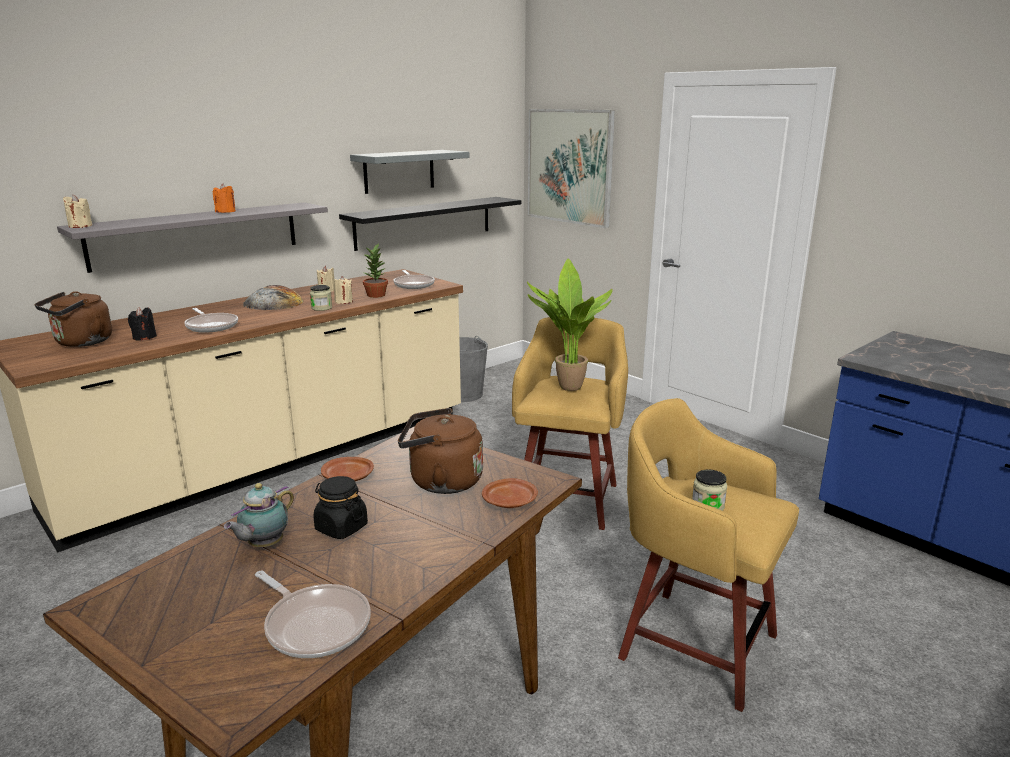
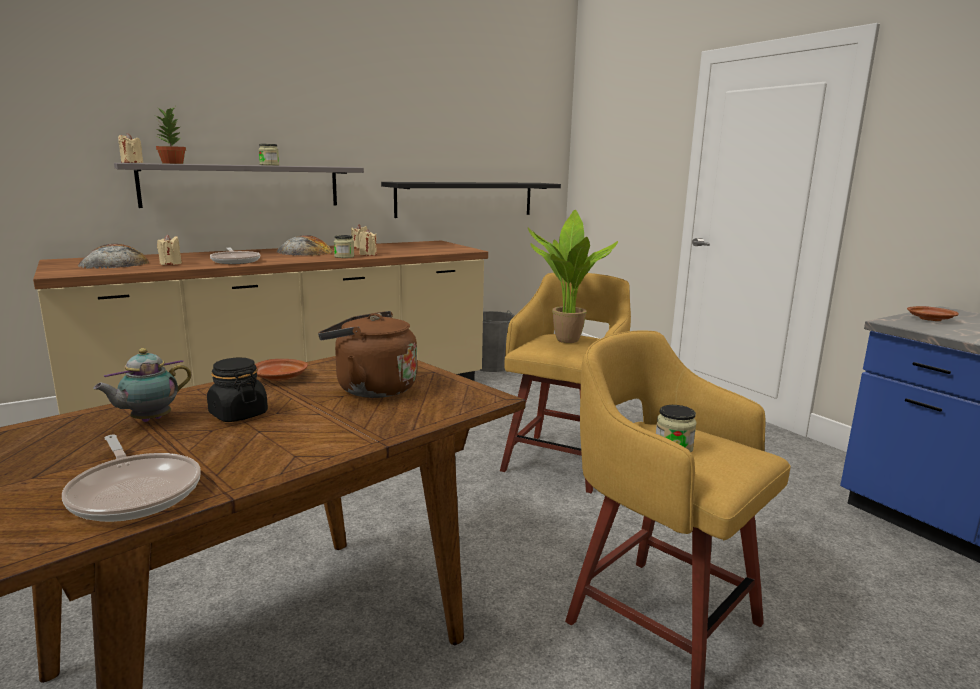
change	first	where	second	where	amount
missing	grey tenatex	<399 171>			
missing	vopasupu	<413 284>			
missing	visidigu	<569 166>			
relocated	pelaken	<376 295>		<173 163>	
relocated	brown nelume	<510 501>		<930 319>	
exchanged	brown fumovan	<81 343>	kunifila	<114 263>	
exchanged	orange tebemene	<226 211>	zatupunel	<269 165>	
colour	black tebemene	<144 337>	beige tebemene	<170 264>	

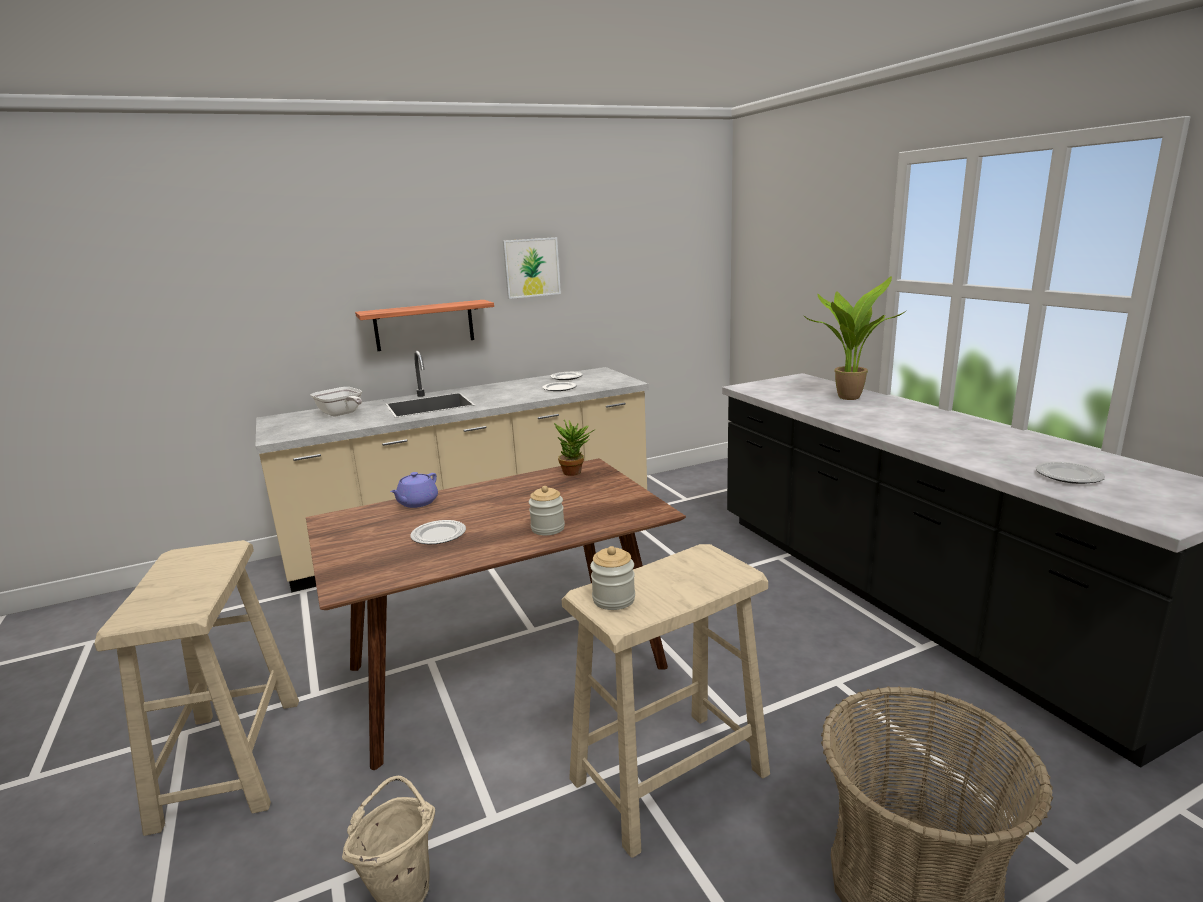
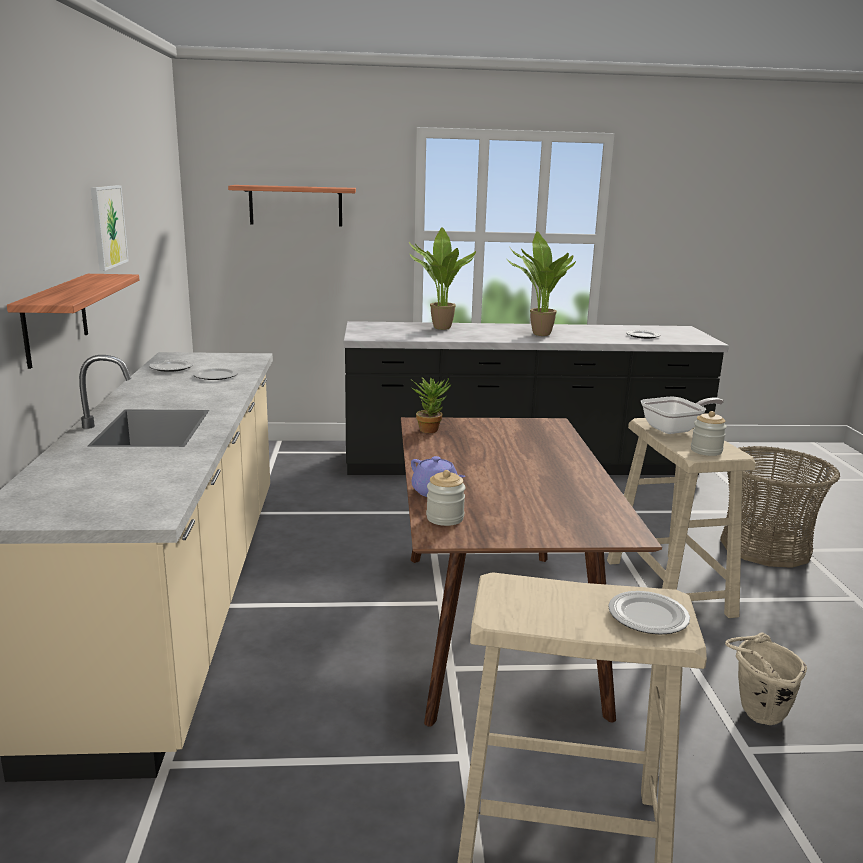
change	first	where	second	where	amount
appeared			tenatex	<295 205>	
appeared			pelaken	<538 334>	
relocated	vopasupu	<341 414>		<675 429>	
relocated	nelume	<438 535>		<647 617>	
relocated	zatupunel	<548 528>		<445 518>	

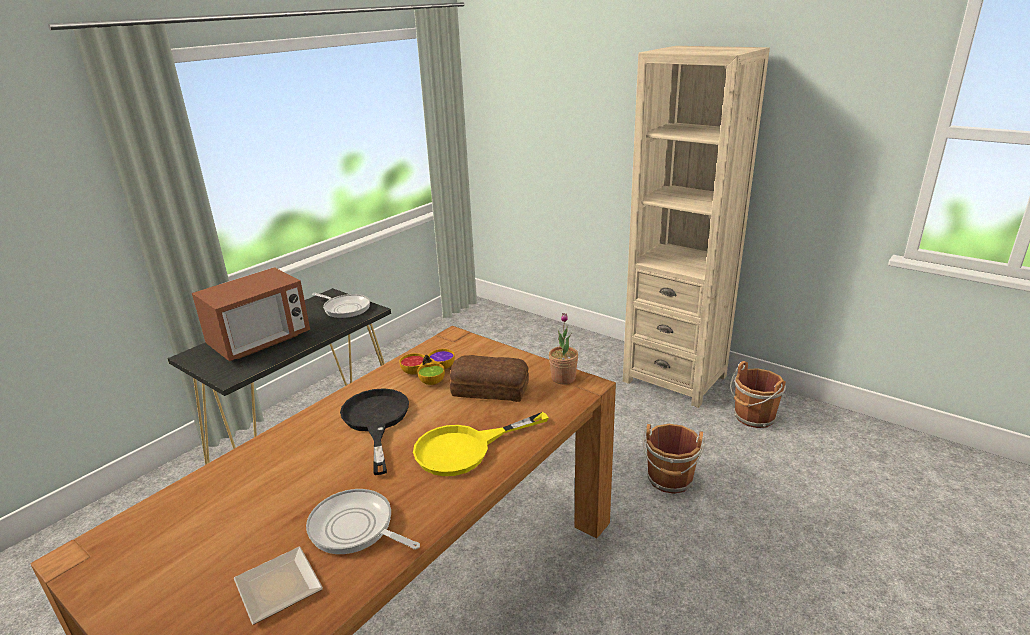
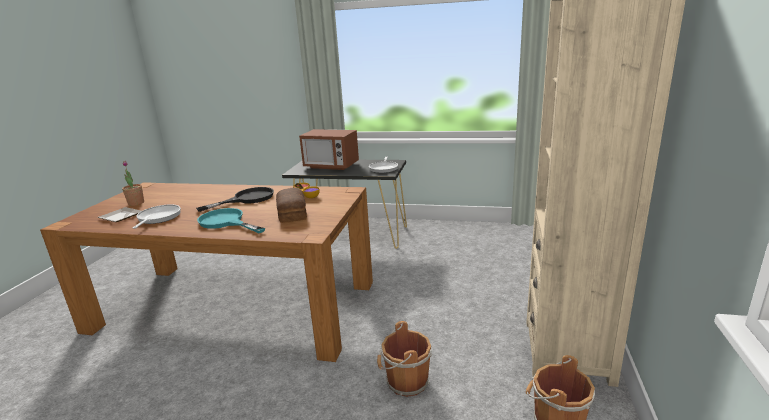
change	first	where	second	where	amount
relocated	pelaken	<563 378>		<136 203>	
colour	yellow vopasupu	<465 449>	turquoise vopasupu	<226 222>	

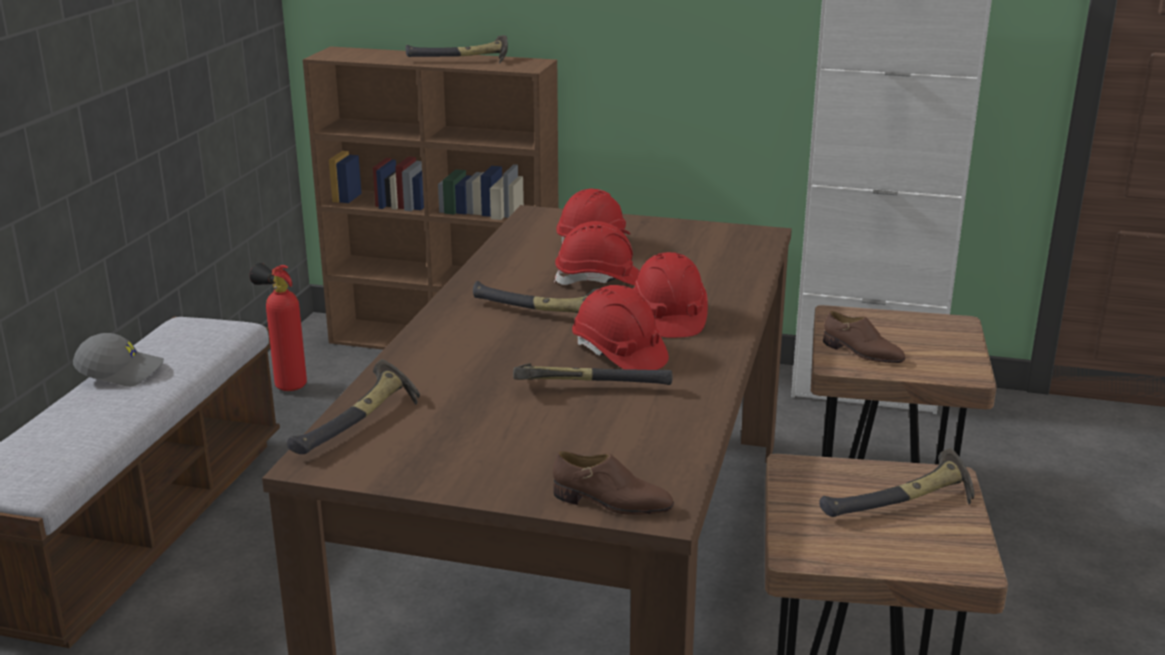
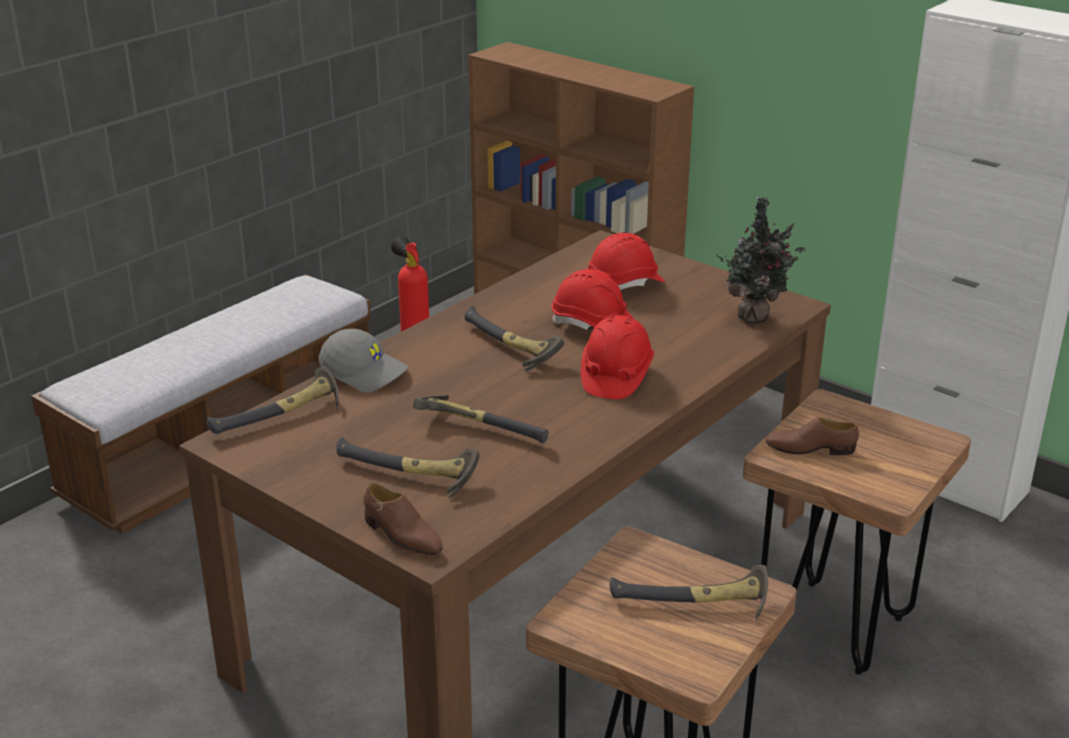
change	first	where	second	where	amount
missing	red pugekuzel	<618 354>			
appeared			pelaken	<755 316>	
relocated	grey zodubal	<121 371>		<365 372>	
relocated	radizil	<461 61>		<408 476>	
spun	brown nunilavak	<862 353>		<810 449>	120 degrees clockwise

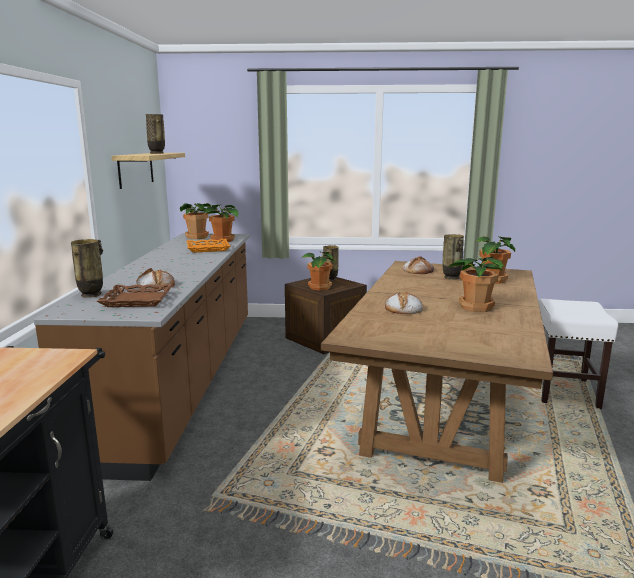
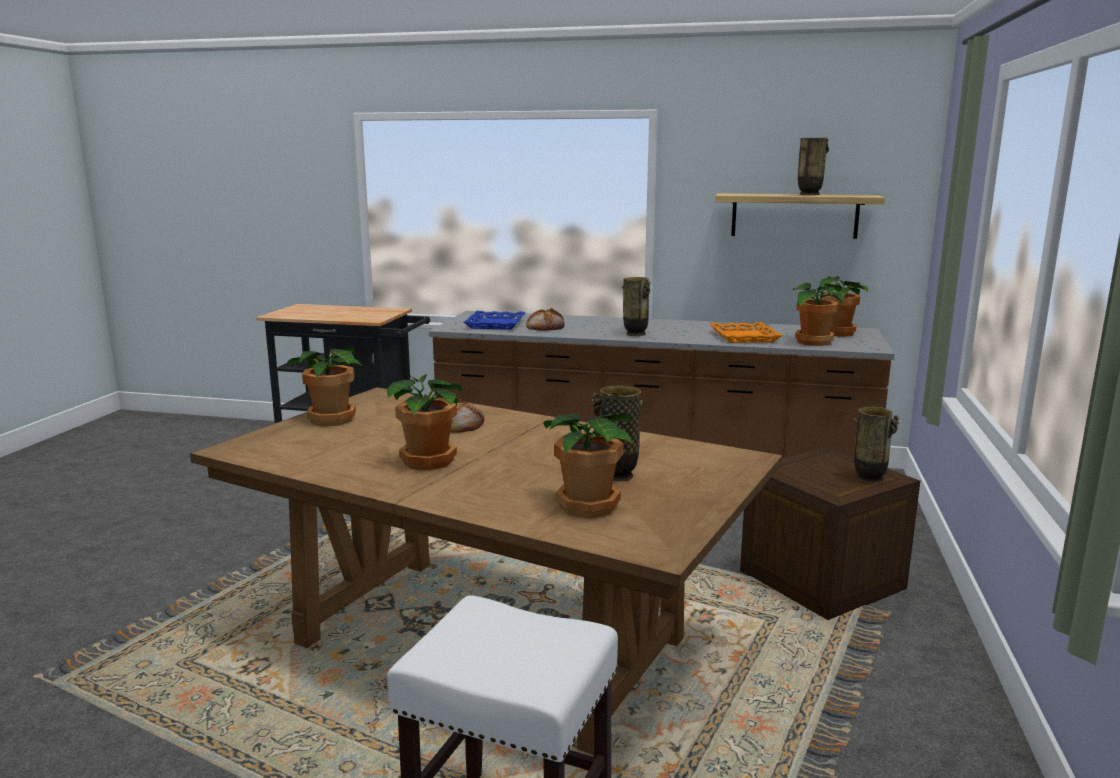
change	first	where	second	where	amount
missing	kunifila	<418 270>			
relocated	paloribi	<91 295>		<635 334>	
relocated	pelaken	<319 288>		<331 419>	
colour	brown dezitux	<138 300>	blue dezitux	<496 324>	

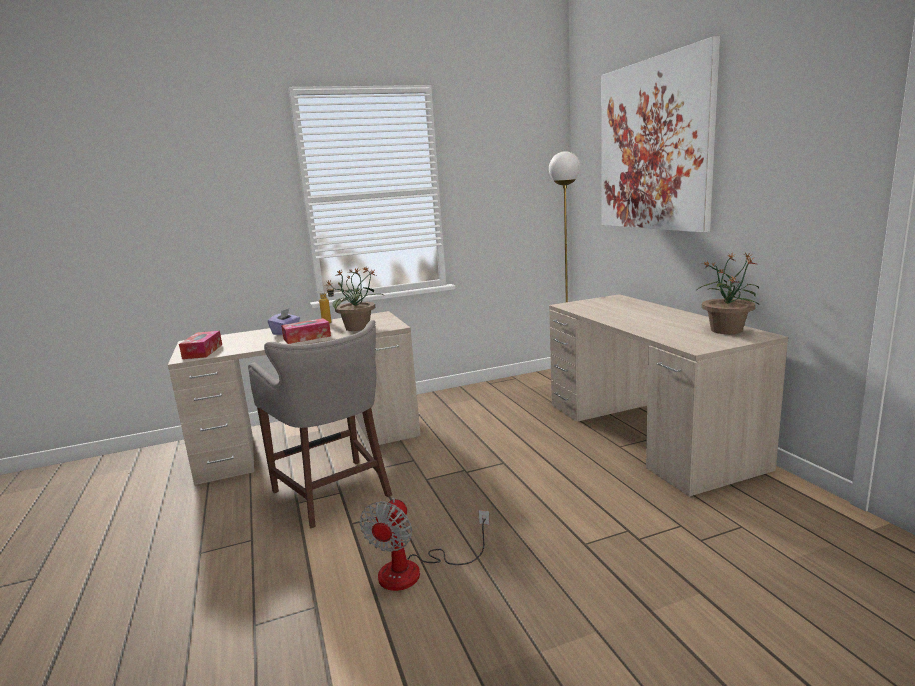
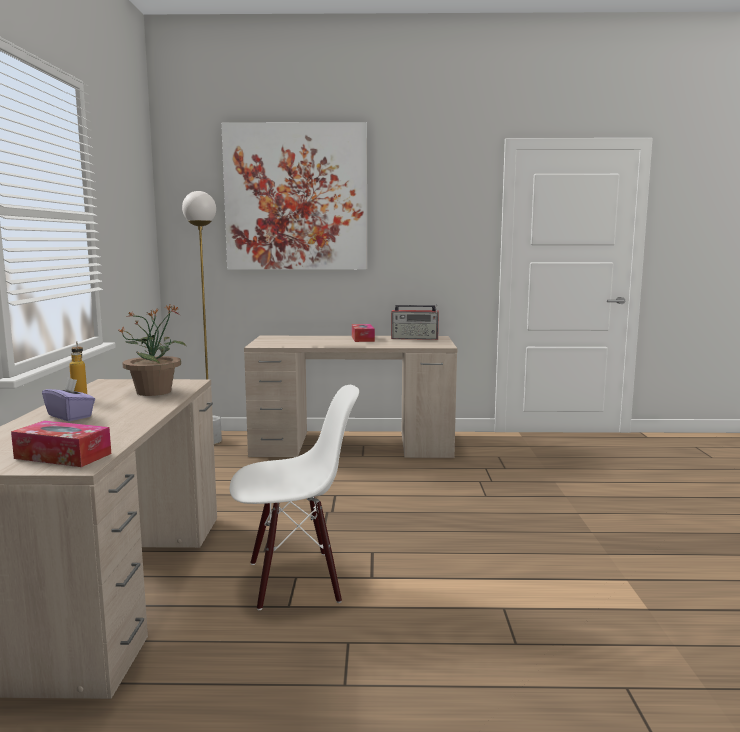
change	first	where	second	where	amount
missing	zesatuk	<415 571>			
relocated	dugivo	<307 337>		<362 339>	
exchanged	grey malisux	<335 494>	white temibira	<295 580>	
exchanged	pelaken	<726 330>	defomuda	<415 338>	

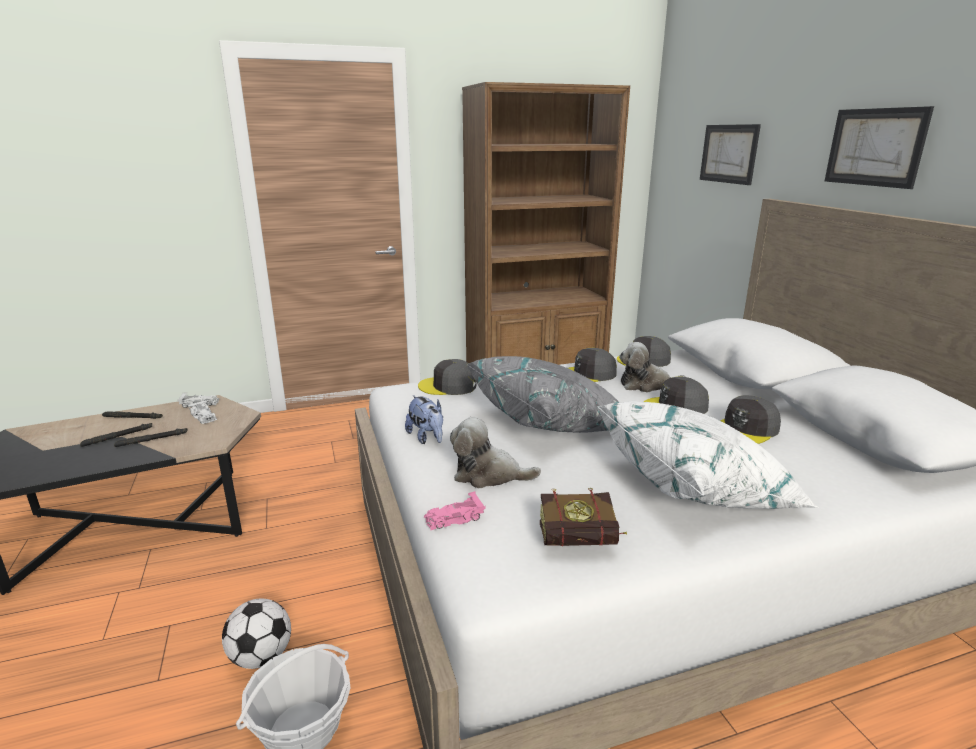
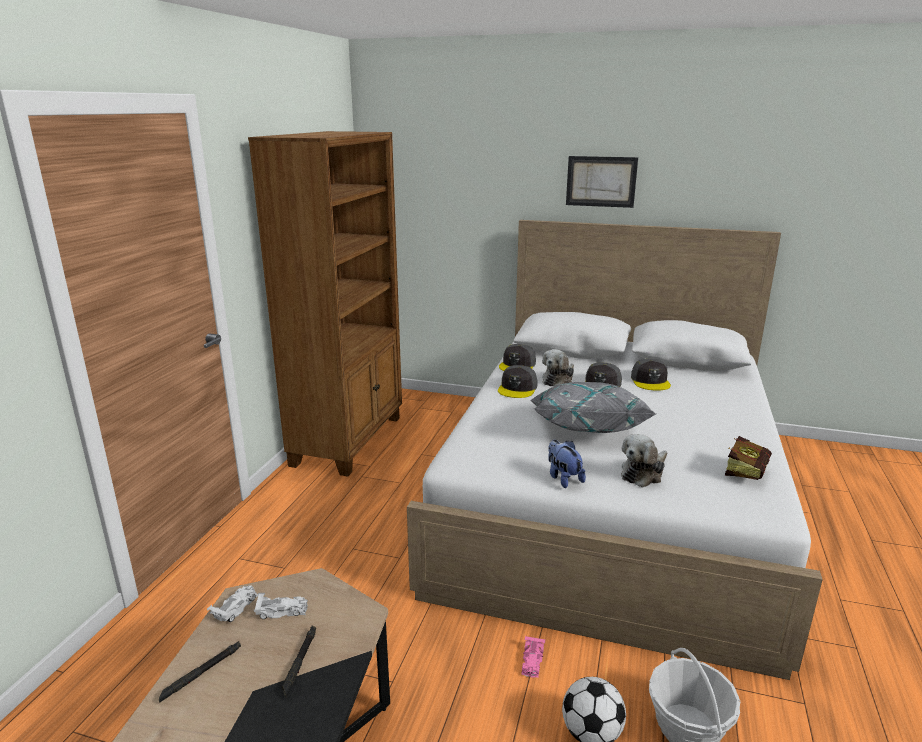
change	first	where	second	where	amount
missing	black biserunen	<118 437>			
missing	grey zodubal	<448 386>			
missing	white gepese	<697 487>			
missing	visidigu	<729 153>			
relocated	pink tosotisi	<453 518>		<532 661>	
spun	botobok	<427 438>		<563 478>	120 degrees counterclockwise

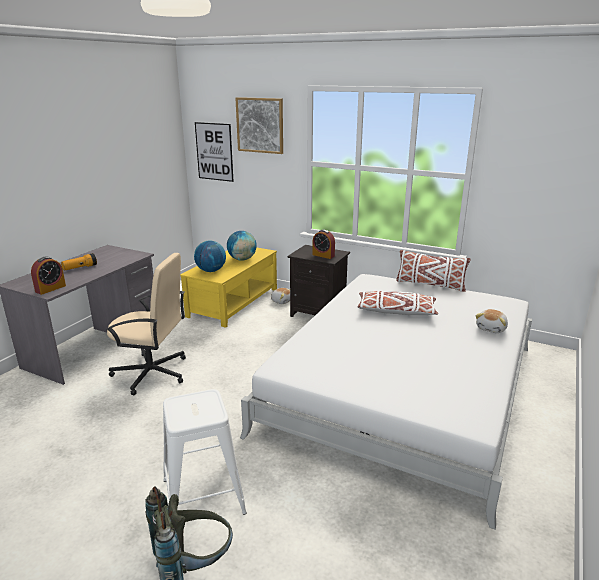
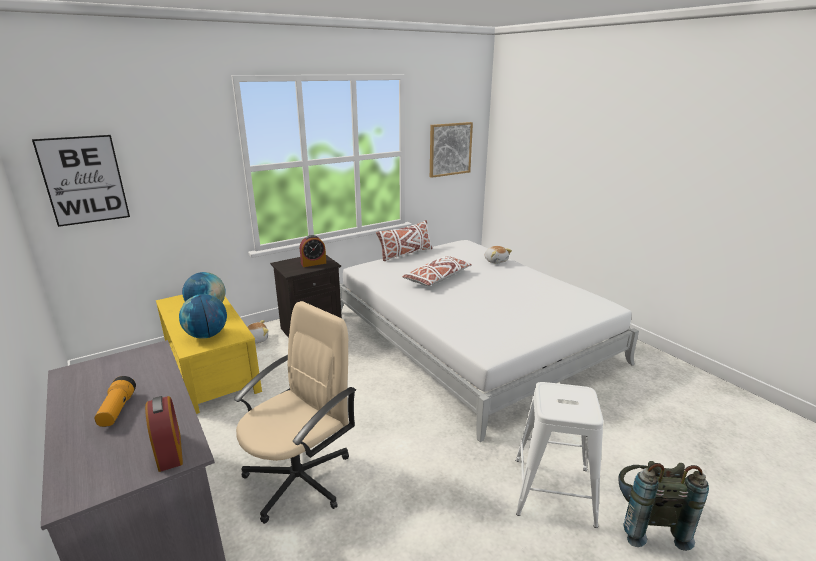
change	first	where	second	where	amount
relocated	visidigu	<260 125>		<450 149>	

